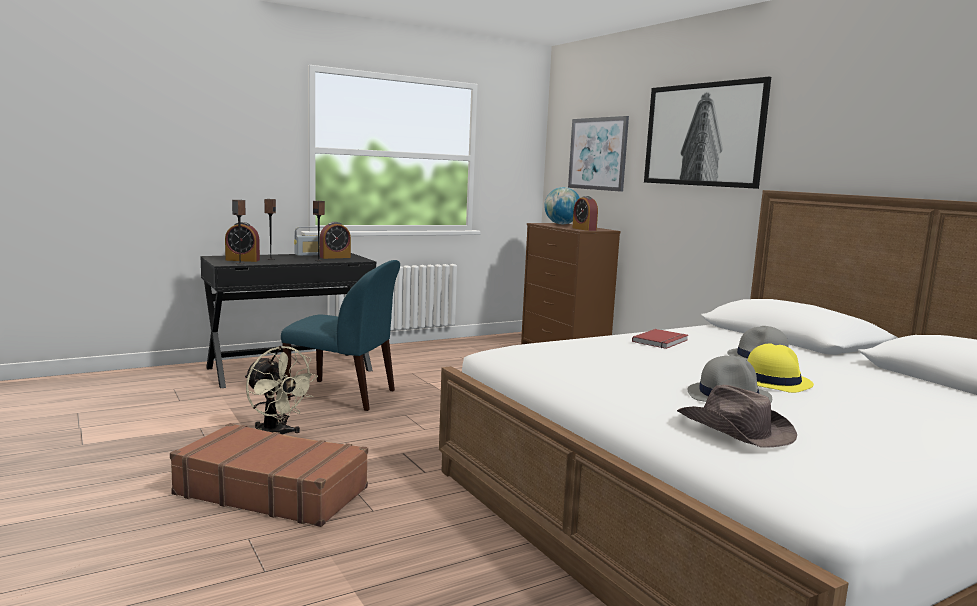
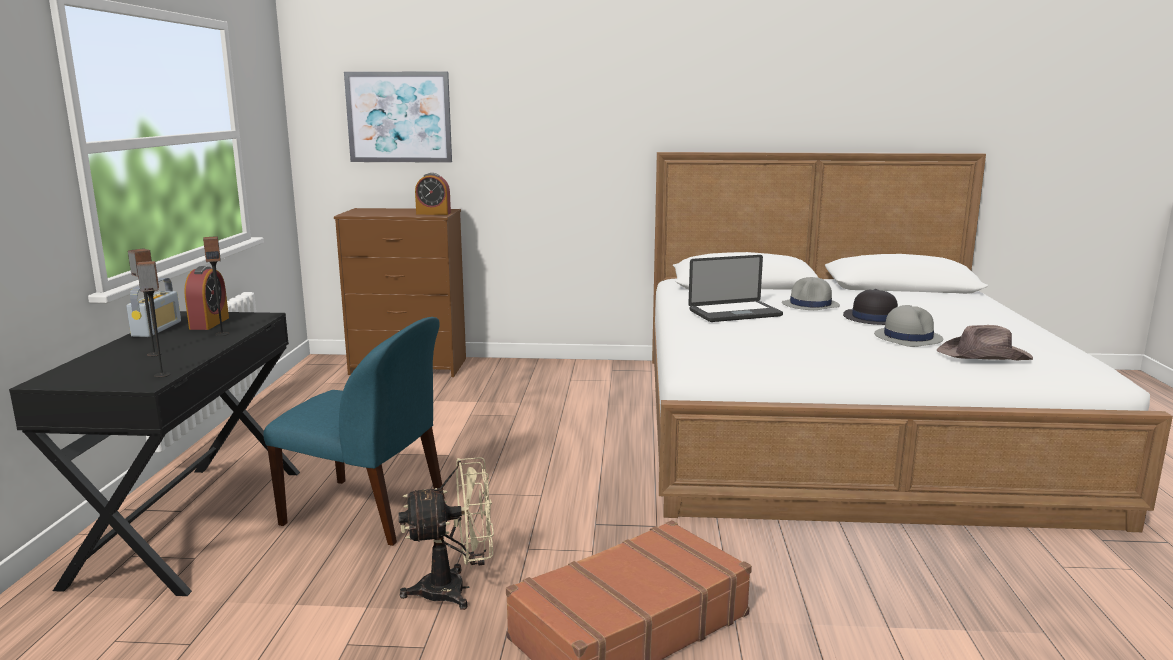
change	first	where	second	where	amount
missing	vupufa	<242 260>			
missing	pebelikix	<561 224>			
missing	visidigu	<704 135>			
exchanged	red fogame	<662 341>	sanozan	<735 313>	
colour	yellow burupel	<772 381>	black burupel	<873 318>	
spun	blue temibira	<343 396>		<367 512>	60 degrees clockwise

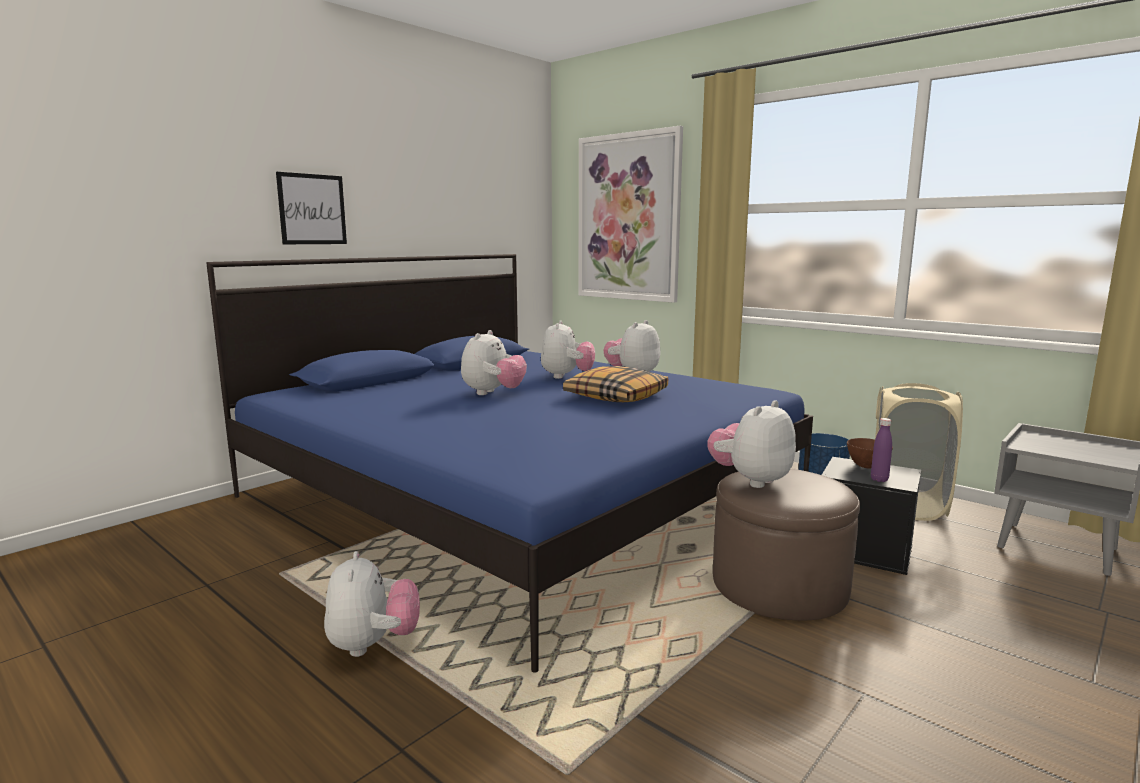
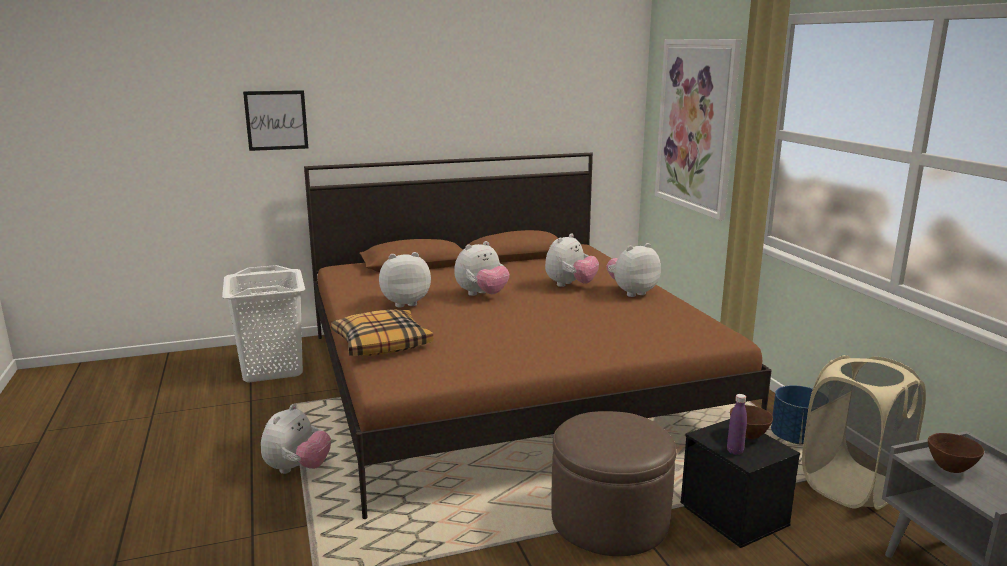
change	first	where	second	where	amount
appeared			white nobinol	<273 368>	
appeared			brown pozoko	<950 469>	
relocated	visidigu	<312 209>		<276 120>	
relocated	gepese	<615 397>		<381 343>	
relocated	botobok	<751 480>		<405 303>	
colour	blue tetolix	<522 494>	brown tetolix	<506 383>	

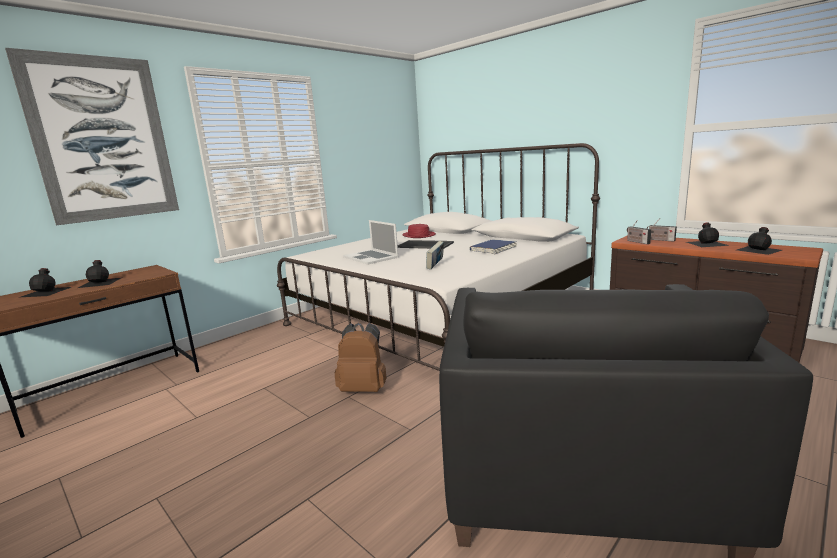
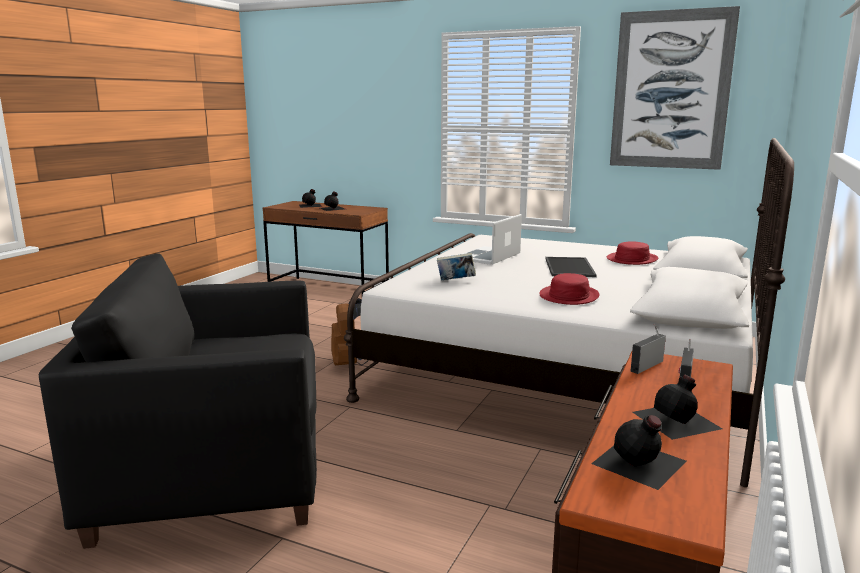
change	first	where	second	where	amount
relocated	visidigu	<103 139>		<670 90>	
exchanged	blue fogame	<493 249>	red burupel	<568 296>	

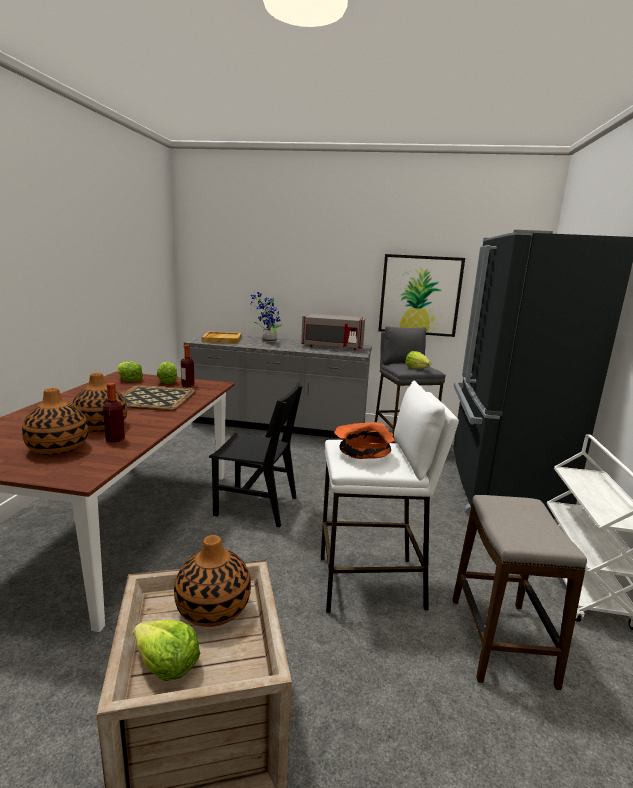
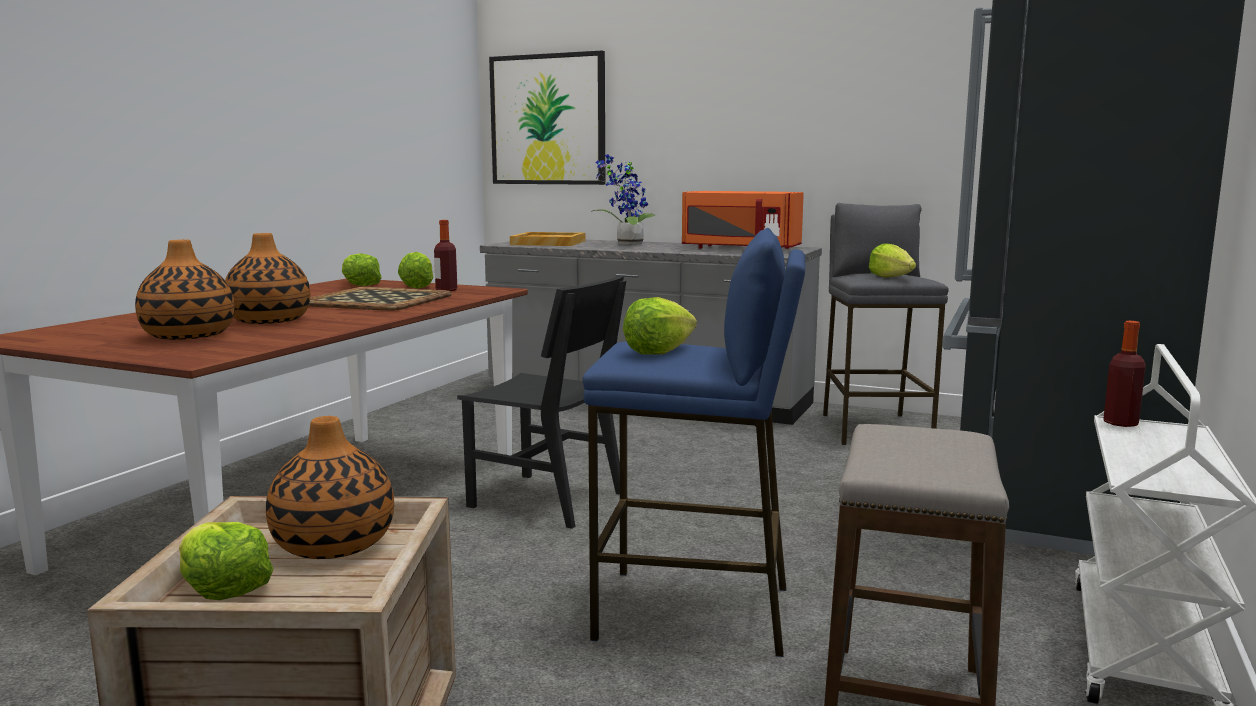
change	first	where	second	where	amount
relocated	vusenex	<115 439>		<1120 423>	
relocated	visidigu	<420 295>		<548 120>	
exchanged	orange pozoko	<362 454>	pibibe	<658 351>	
colour	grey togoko	<332 347>	orange togoko	<739 248>	
colour	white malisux	<371 584>	blue malisux	<695 612>	

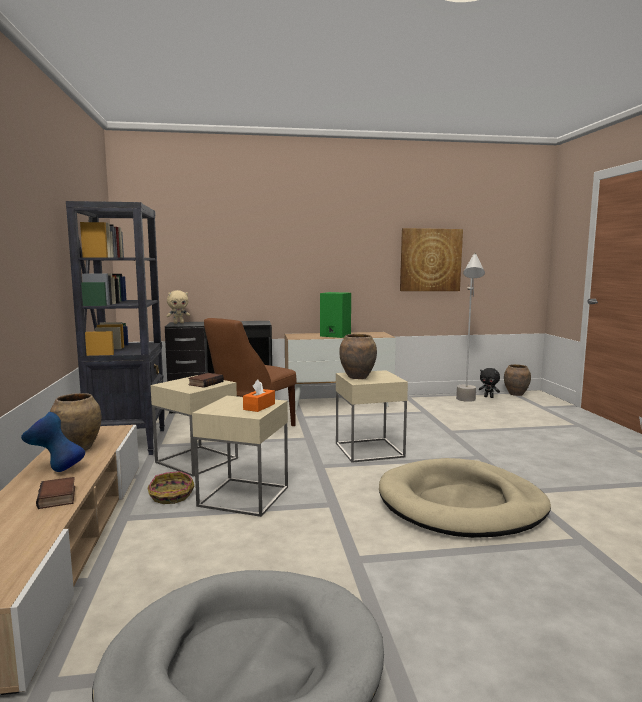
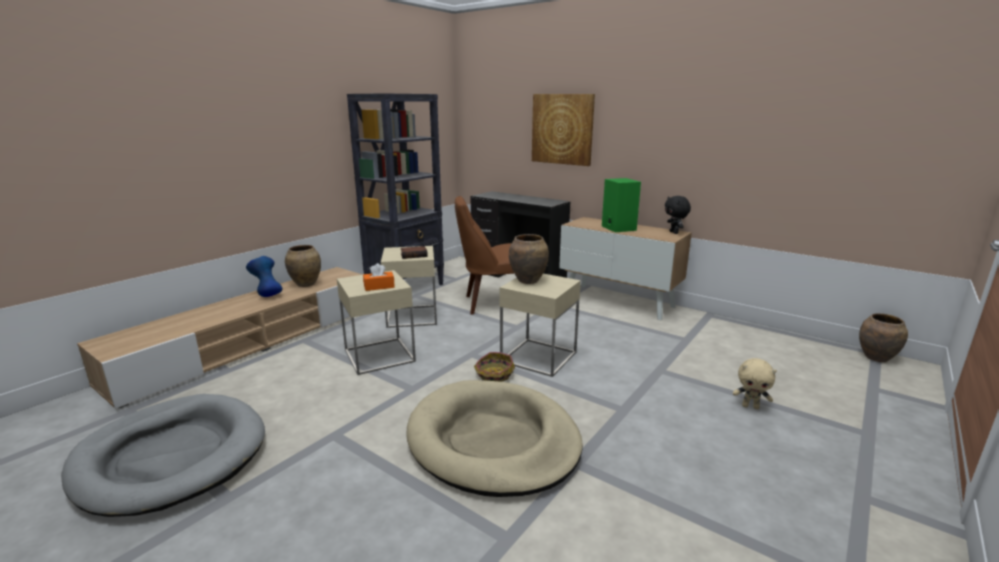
change	first	where	second	where	amount
missing	fogame	<58 497>			
missing	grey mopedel	<466 403>			
relocated	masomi	<171 496>		<494 374>	
relocated	beige botobok	<178 323>		<750 406>	
relocated	visidigu	<430 260>		<562 129>	
relocated	black botobok	<489 397>		<674 232>	

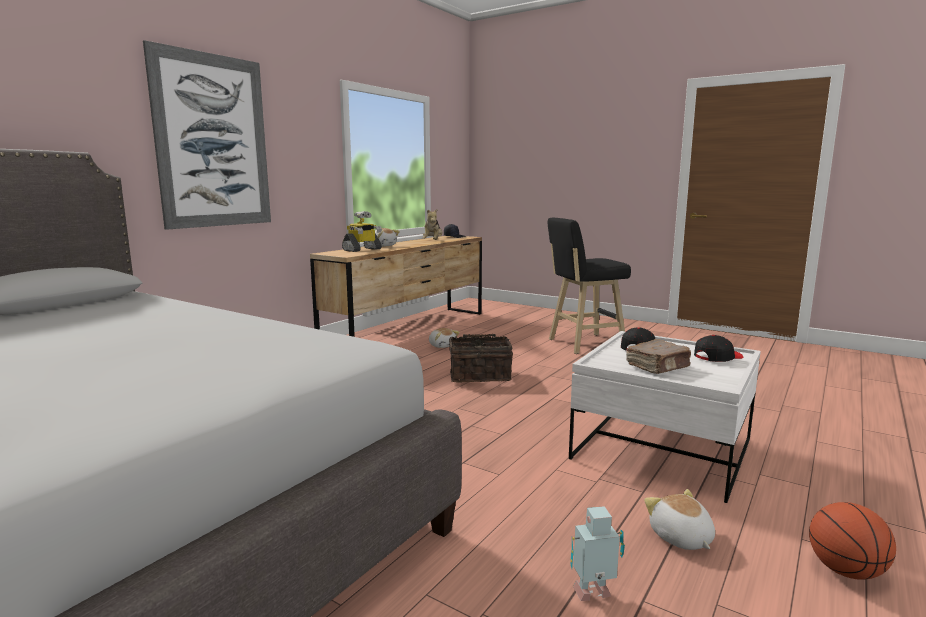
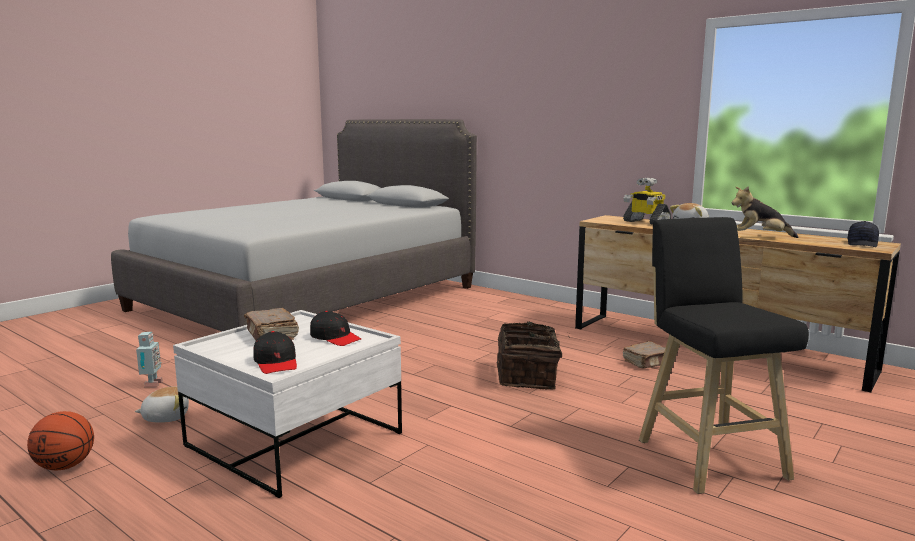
change	first	where	second	where	amount
missing	visidigu	<213 141>			
exchanged	botobok	<442 345>	brown fogame	<647 363>	

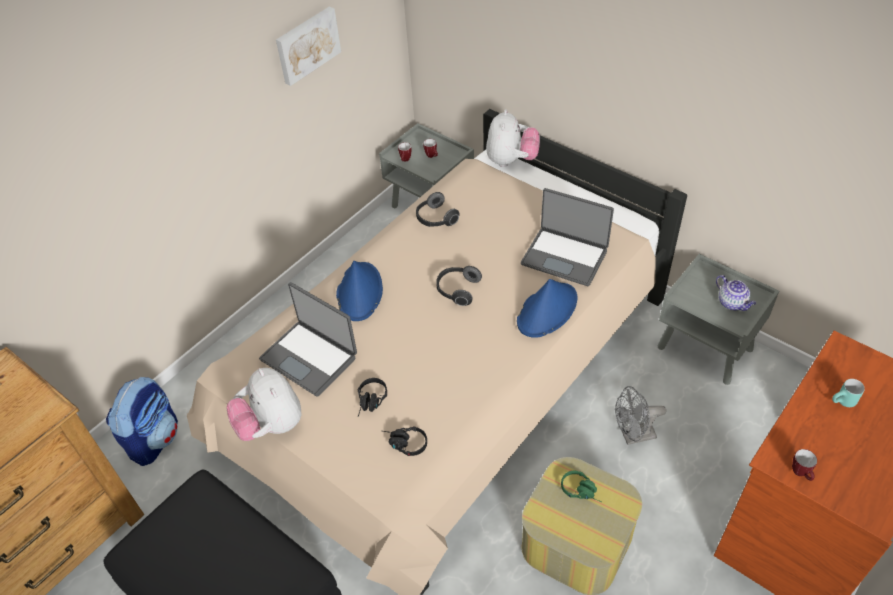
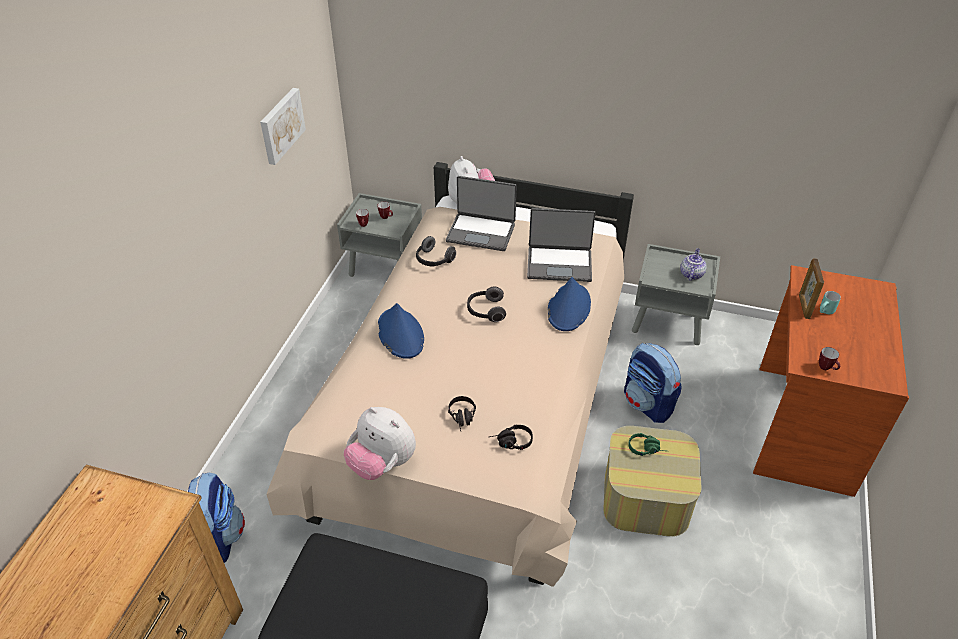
change	first	where	second	where	amount
appeared			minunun	<804 306>	
relocated	sanozan	<310 357>		<481 232>	
exchanged	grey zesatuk	<633 436>	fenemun	<648 404>	
spun	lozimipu	<732 303>		<691 274>	105 degrees counterclockwise

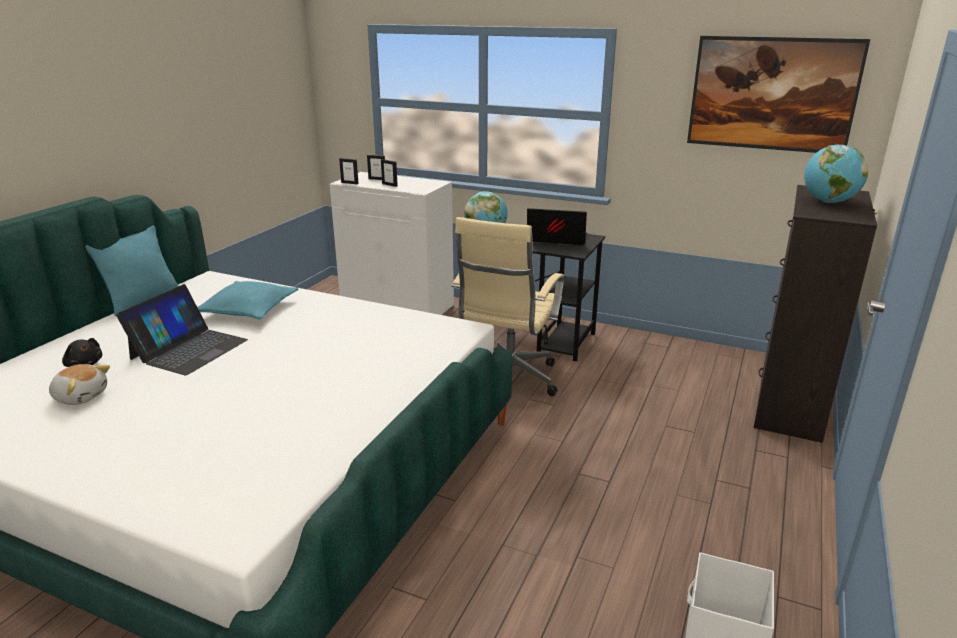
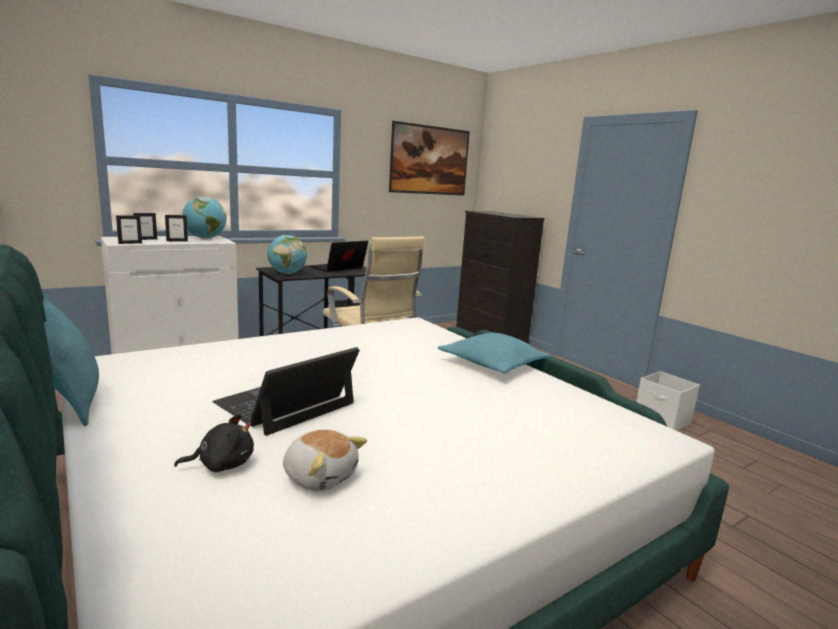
change	first	where	second	where	amount
relocated	turquoise gepese	<249 310>		<493 364>	
relocated	pebelikix	<828 202>		<205 238>	
spun	botobok	<81 396>		<320 476>	75 degrees clockwise
spun	sanozan	<189 349>		<285 404>	105 degrees counterclockwise

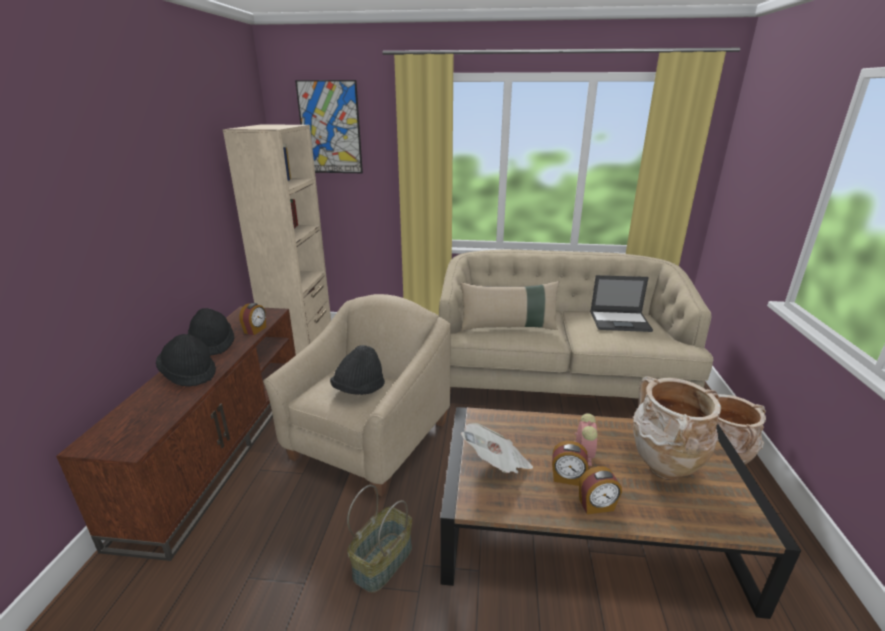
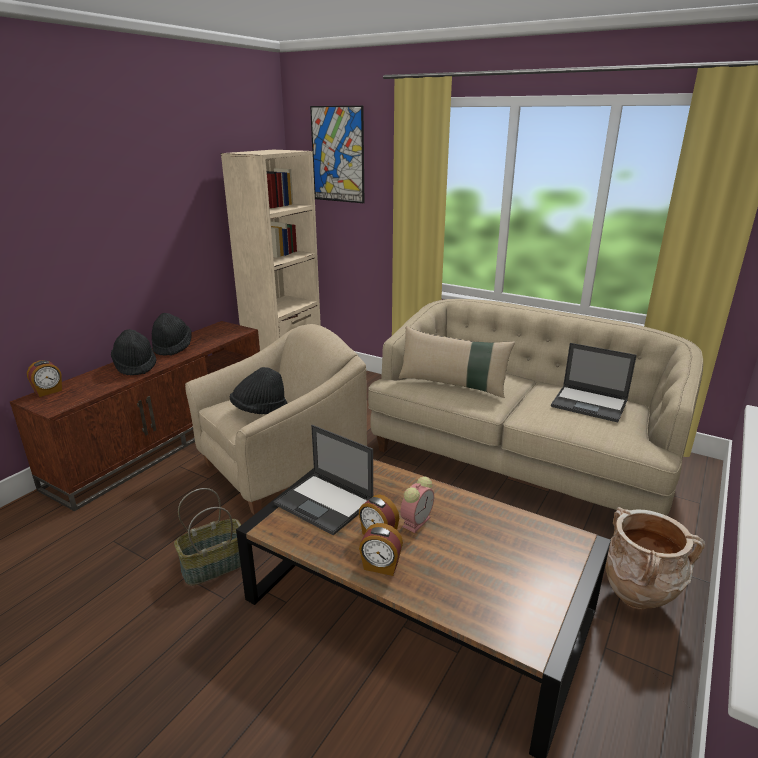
change	first	where	second	where	amount
missing	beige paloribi	<663 468>			
relocated	vupufa	<255 330>		<48 391>	
exchanged	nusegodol	<496 463>	sanozan	<325 503>	

